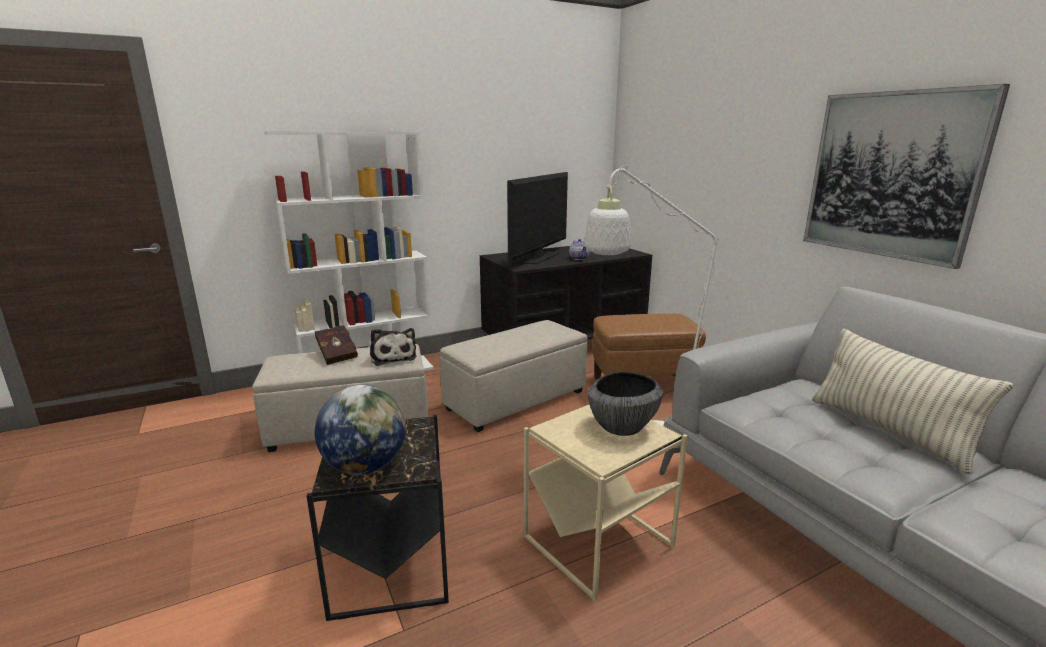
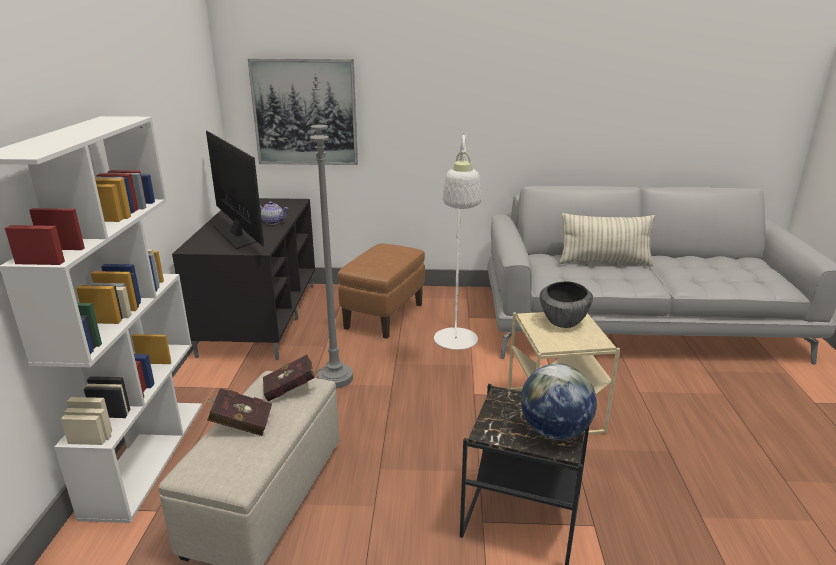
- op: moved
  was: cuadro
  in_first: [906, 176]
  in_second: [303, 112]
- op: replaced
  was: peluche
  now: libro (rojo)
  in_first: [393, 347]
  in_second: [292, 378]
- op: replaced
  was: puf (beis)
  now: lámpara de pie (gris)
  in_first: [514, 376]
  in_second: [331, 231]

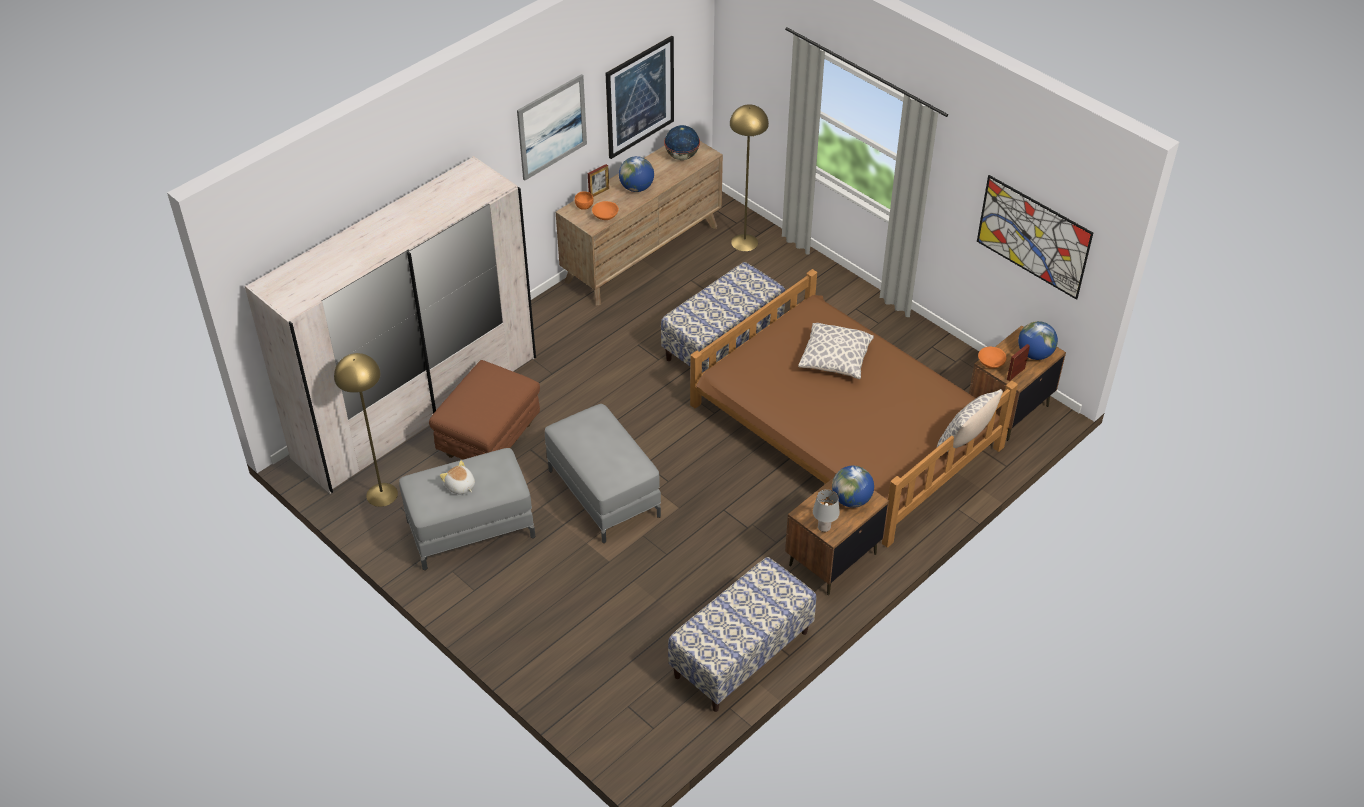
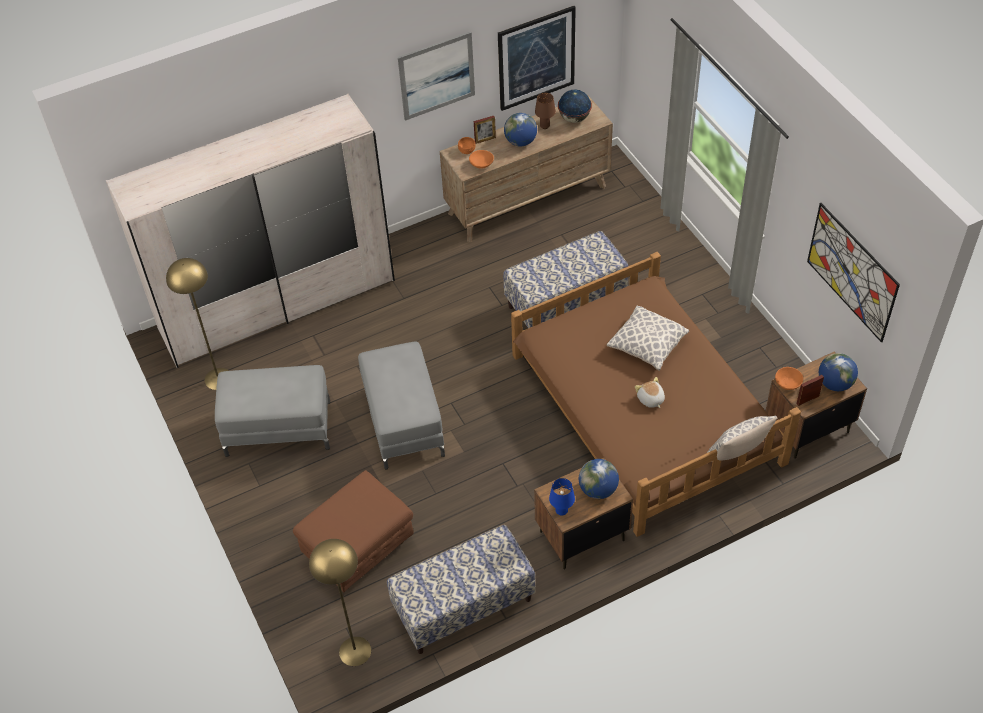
- op: added
  now: lámpara de mesa (marrón)
  in_second: [545, 111]
- op: moved
  was: puf (marrón)
  in_first: [484, 409]
  in_second: [353, 531]
- op: moved
  was: peluche
  in_first: [457, 478]
  in_second: [650, 392]
- op: moved
  was: lámpara de pie (amarillo)
  in_first: [749, 177]
  in_second: [340, 602]
- op: recoloured
  was: lámpara de mesa (gris)
  now: lámpara de mesa (azul)
  in_first: [826, 510]
  in_second: [562, 497]

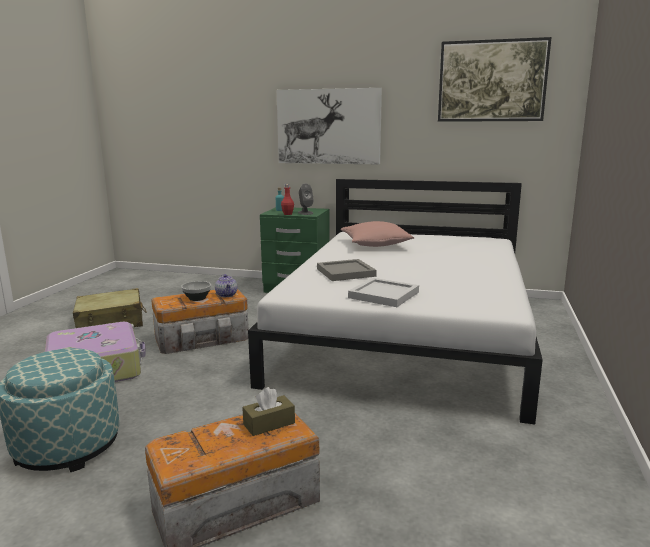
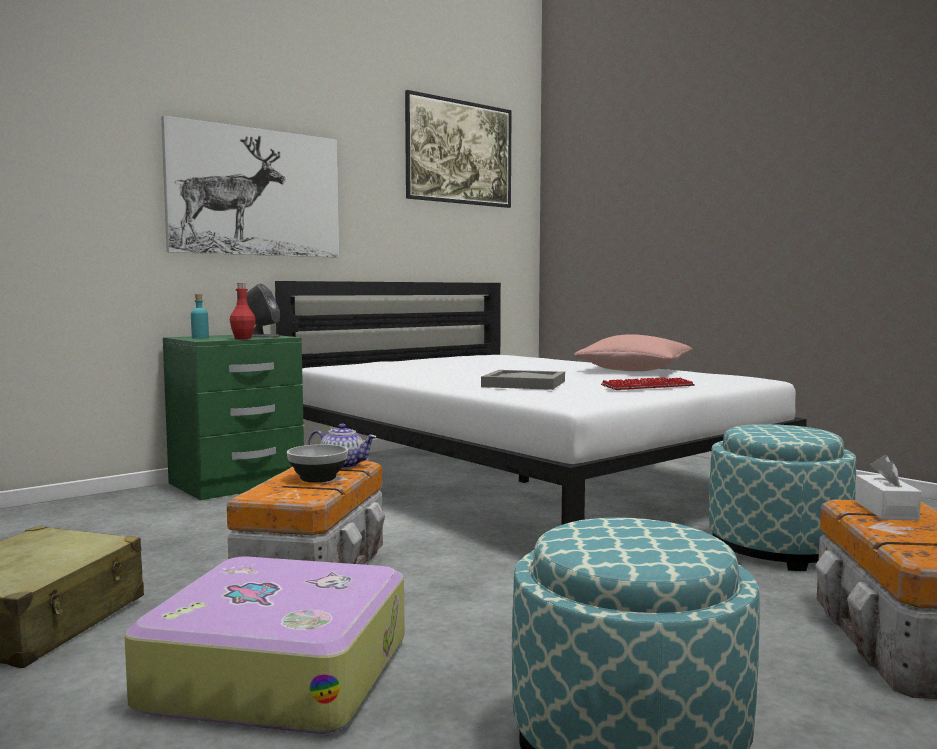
- op: added
  now: puf
  in_second: [782, 497]
- op: moved
  was: cojín (rosa)
  in_first: [377, 234]
  in_second: [633, 352]
- op: replaced
  was: bandeja (blanco)
  now: teclado
  in_first: [383, 292]
  in_second: [648, 383]
- op: recoloured
  was: caja de pañuelos (marrón)
  now: caja de pañuelos (blanco)
  in_first: [268, 411]
  in_second: [888, 487]

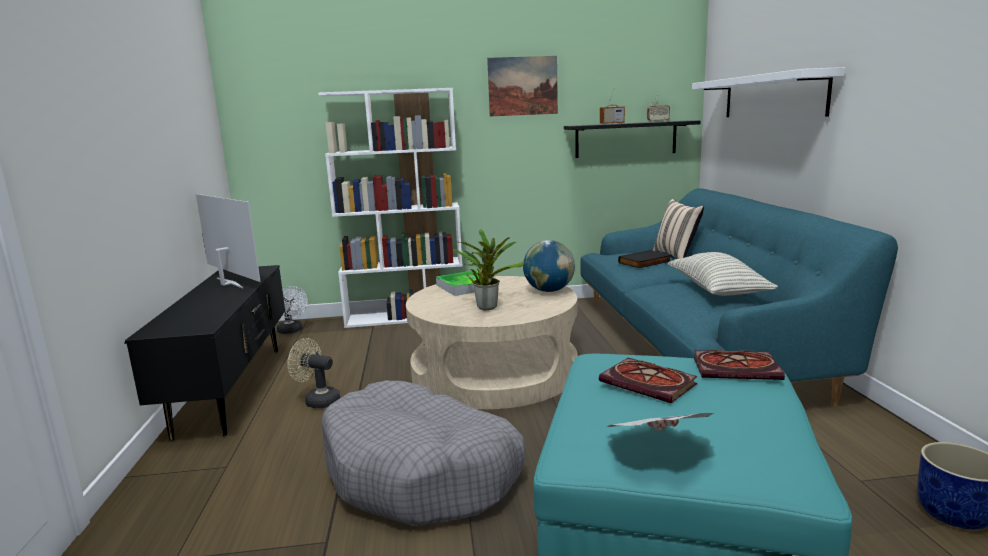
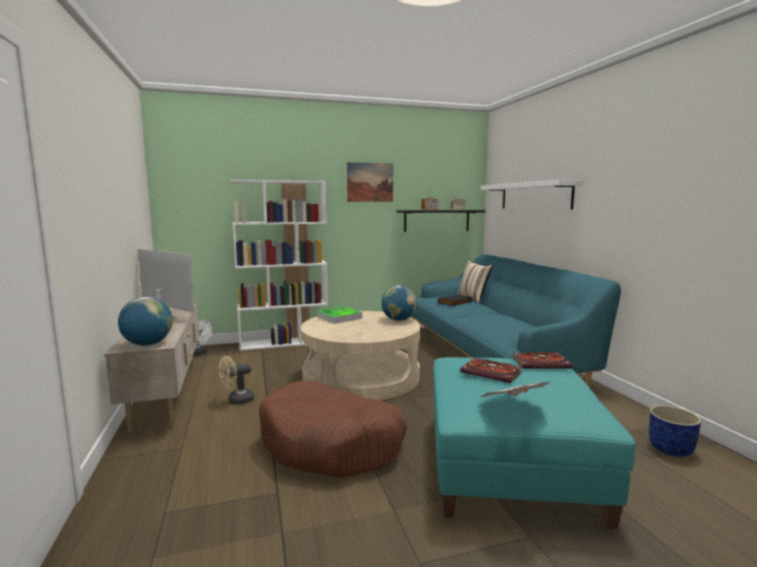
- op: removed
  was: planta en maceta
  in_first: [488, 269]
- op: removed
  was: cojín
  in_first: [723, 274]
- op: added
  now: globo terráqueo
  in_second: [145, 321]
- op: recoloured
  was: mueble de televisión (negro)
  now: mueble de televisión (beis)
  in_first: [204, 353]
  in_second: [151, 368]
- op: recoloured
  was: cama para perro (gris)
  now: cama para perro (marrón)
  in_first: [423, 453]
  in_second: [333, 429]
- op: turned
  was: ventilador (beis)
  in_first: [313, 373]
  in_second: [236, 380]
  clockwise: -45

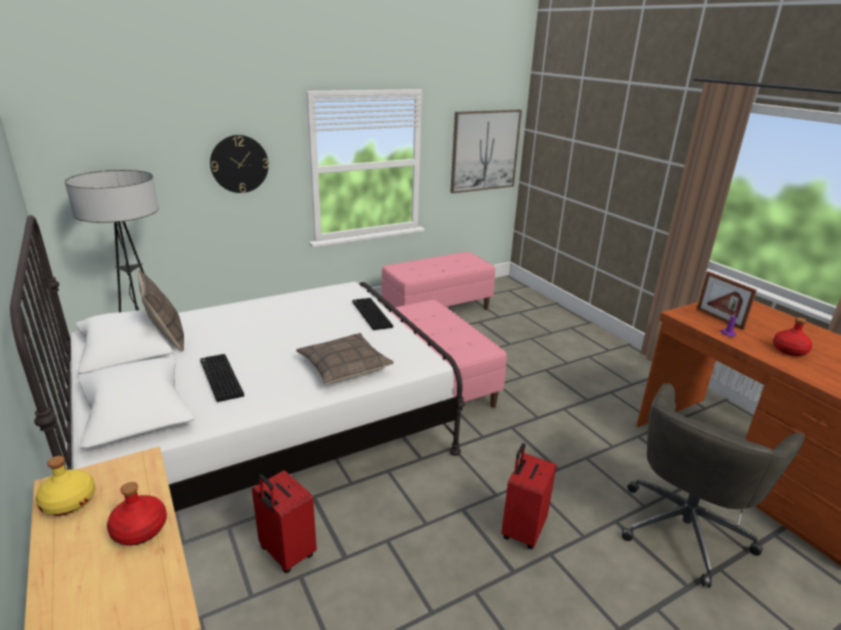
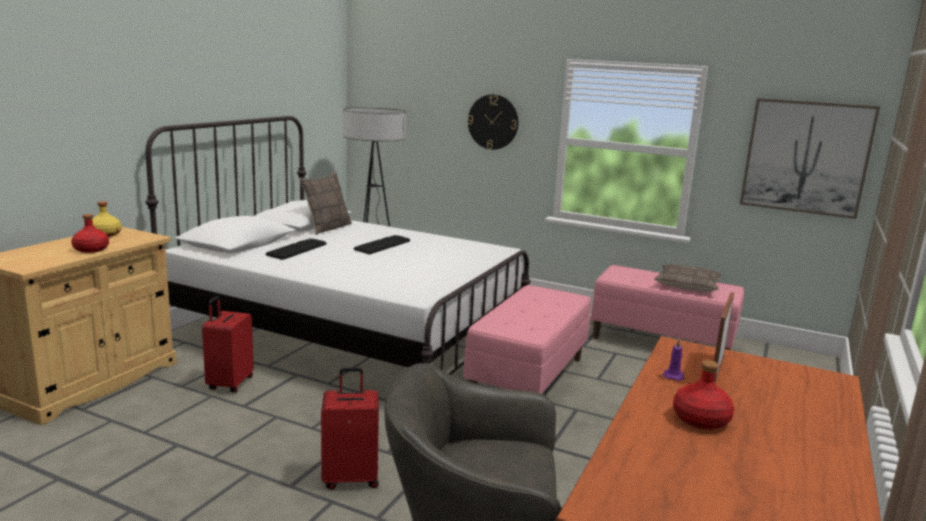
- op: moved
  was: cojín
  in_first: [345, 358]
  in_second: [688, 278]
- op: moved
  was: teclado
  in_first: [372, 314]
  in_second: [382, 245]

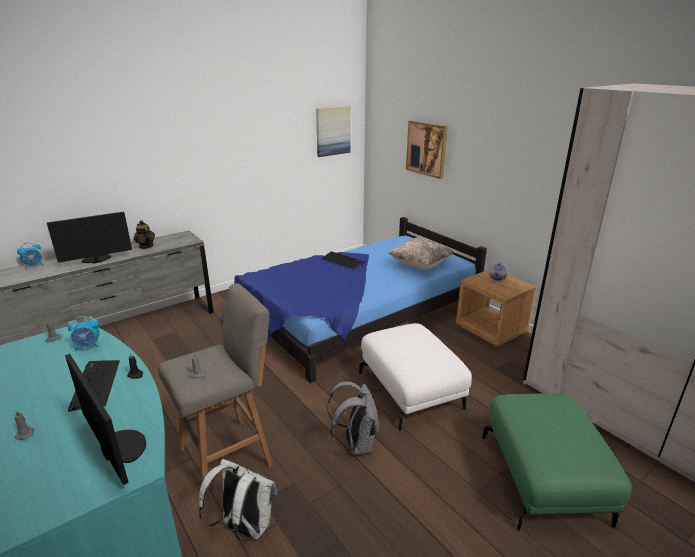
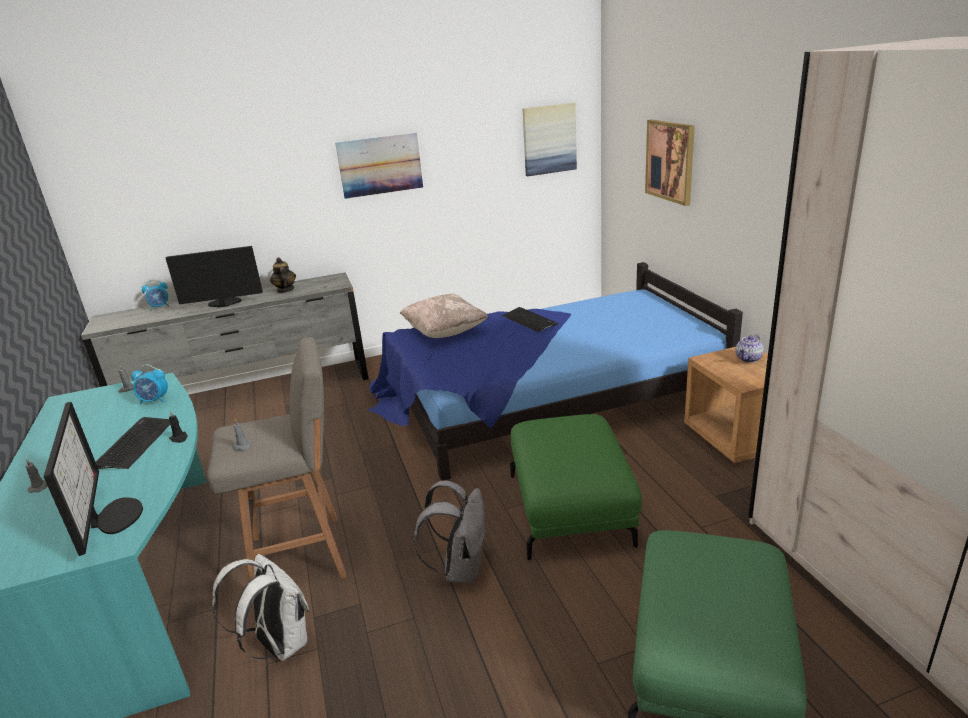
- op: added
  now: cuadro
  in_second: [379, 166]
- op: moved
  was: cojín (beis)
  in_first: [421, 253]
  in_second: [444, 315]
- op: recoloured
  was: puf (blanco)
  now: puf (verde)
  in_first: [415, 376]
  in_second: [576, 487]

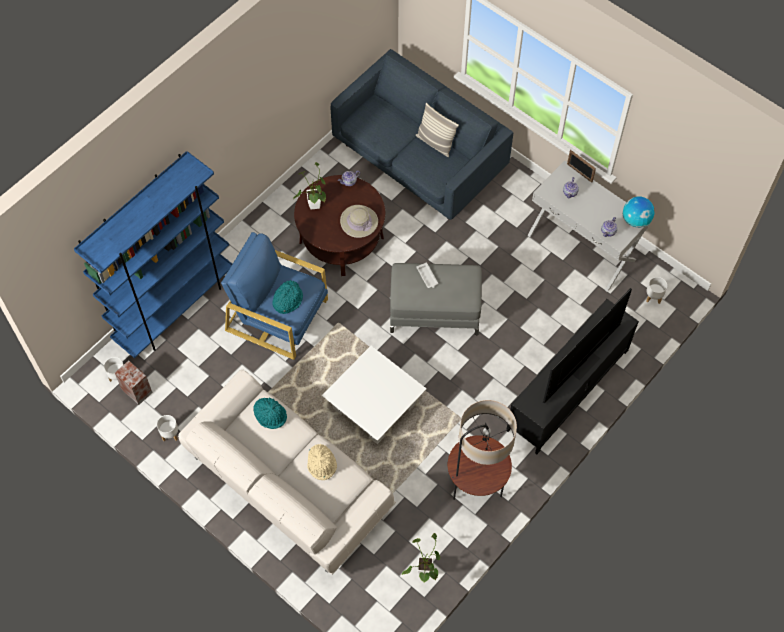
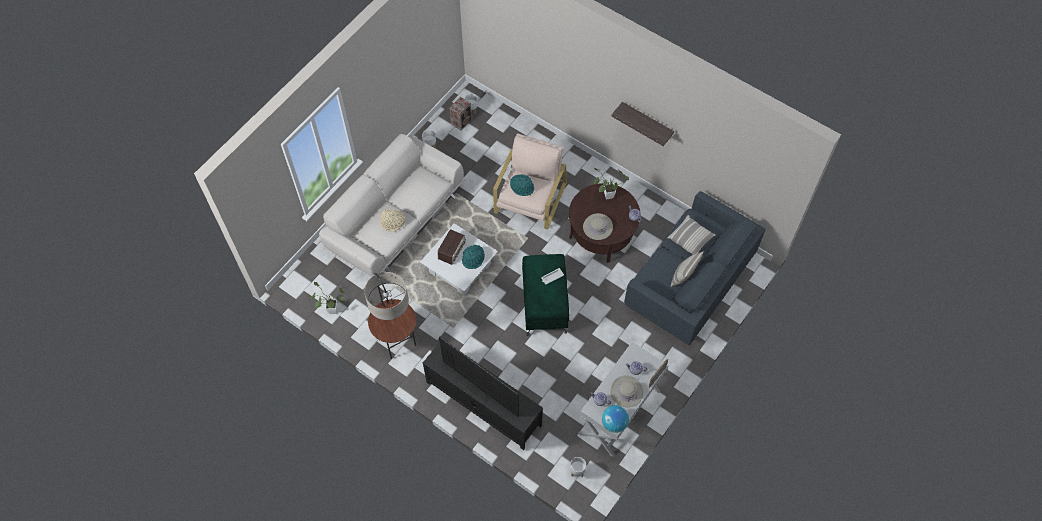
- op: removed
  was: estantería (azul)
  in_first: [153, 254]
- op: added
  now: radio
  in_second: [452, 247]
- op: added
  now: sombrero (beis)
  in_second: [627, 391]
- op: added
  now: estante
  in_second: [642, 124]
- op: added
  now: cojín
  in_second: [691, 235]
- op: moved
  was: sombrero (turquesa)
  in_first: [270, 413]
  in_second: [473, 257]
- op: recoloured
  was: sillón (azul)
  now: sillón (beis)
  in_first: [274, 296]
  in_second: [530, 182]
- op: recoloured
  was: puf (gris)
  now: puf (verde)
  in_first: [436, 299]
  in_second: [545, 295]

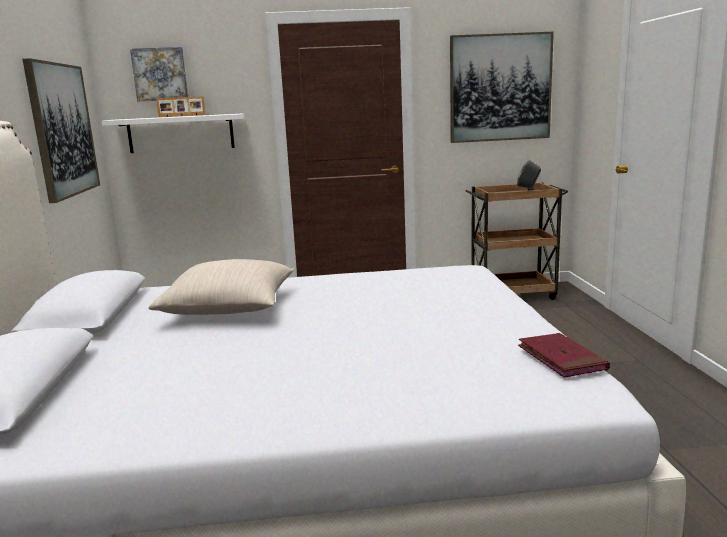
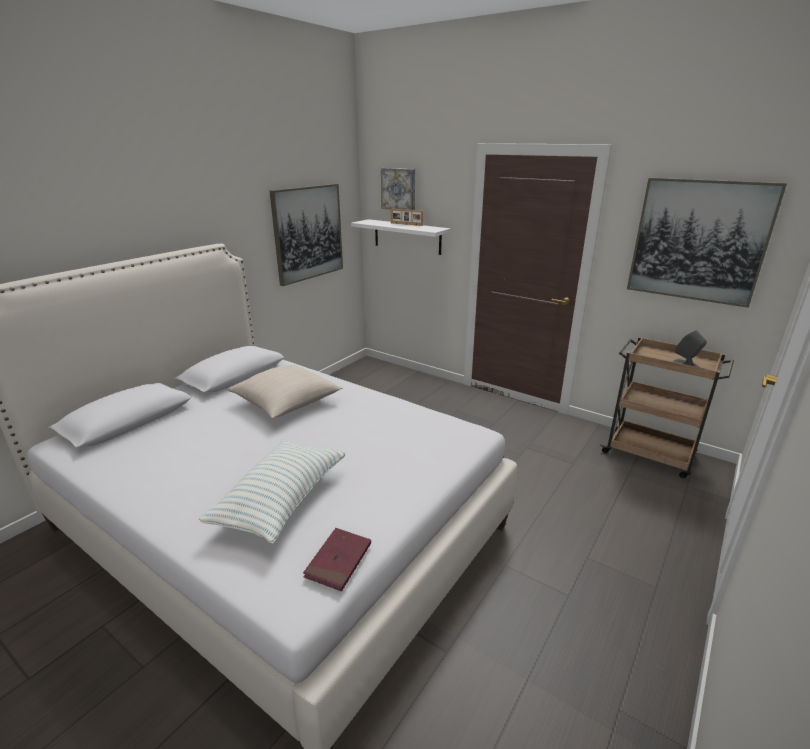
- op: added
  now: cojín
  in_second: [272, 492]

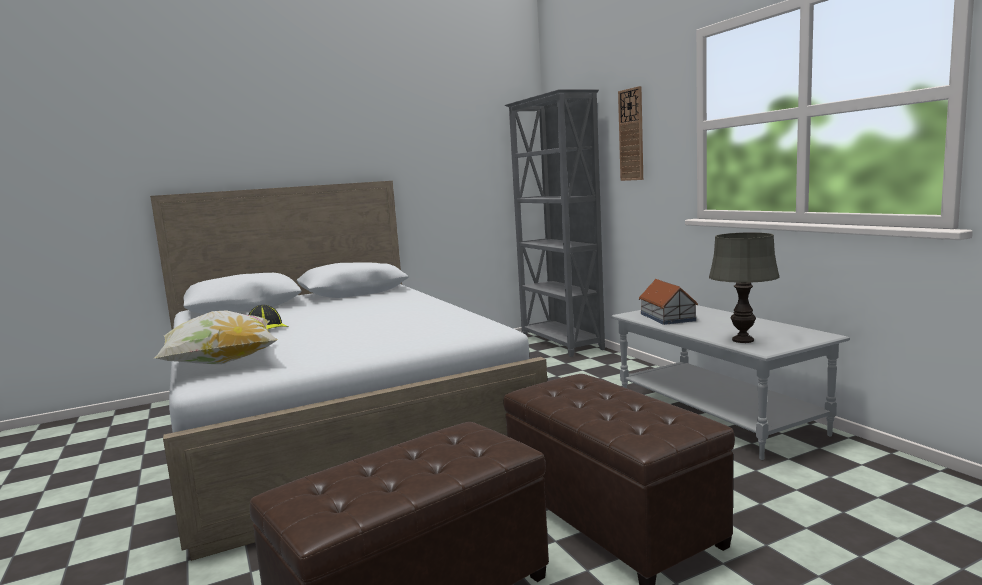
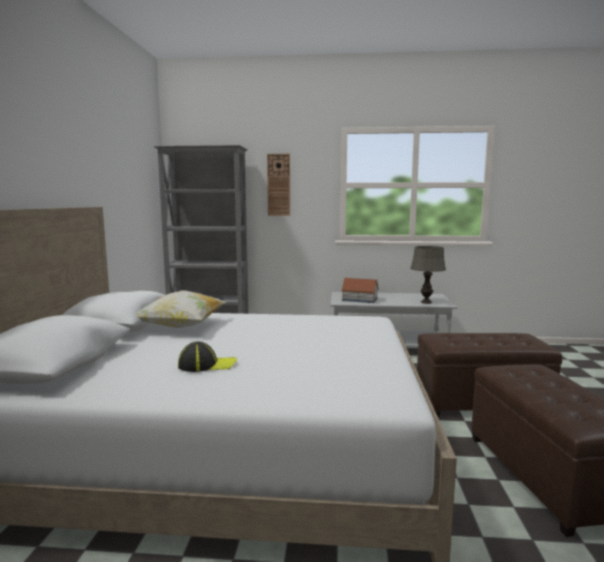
- op: moved
  was: cojín
  in_first: [215, 337]
  in_second: [181, 309]

